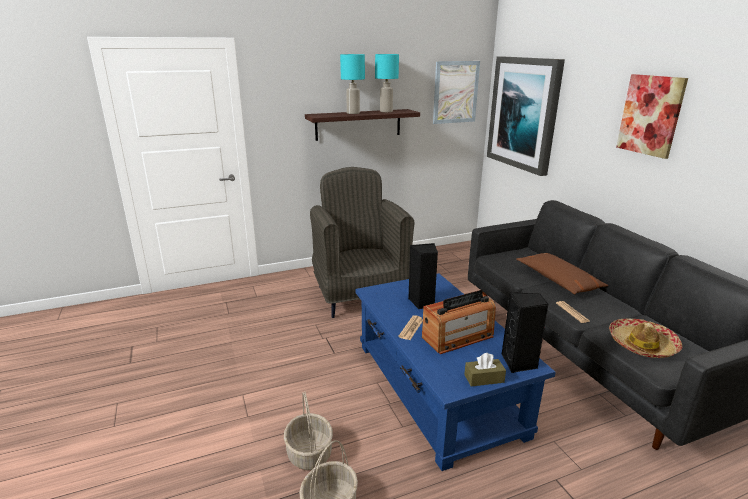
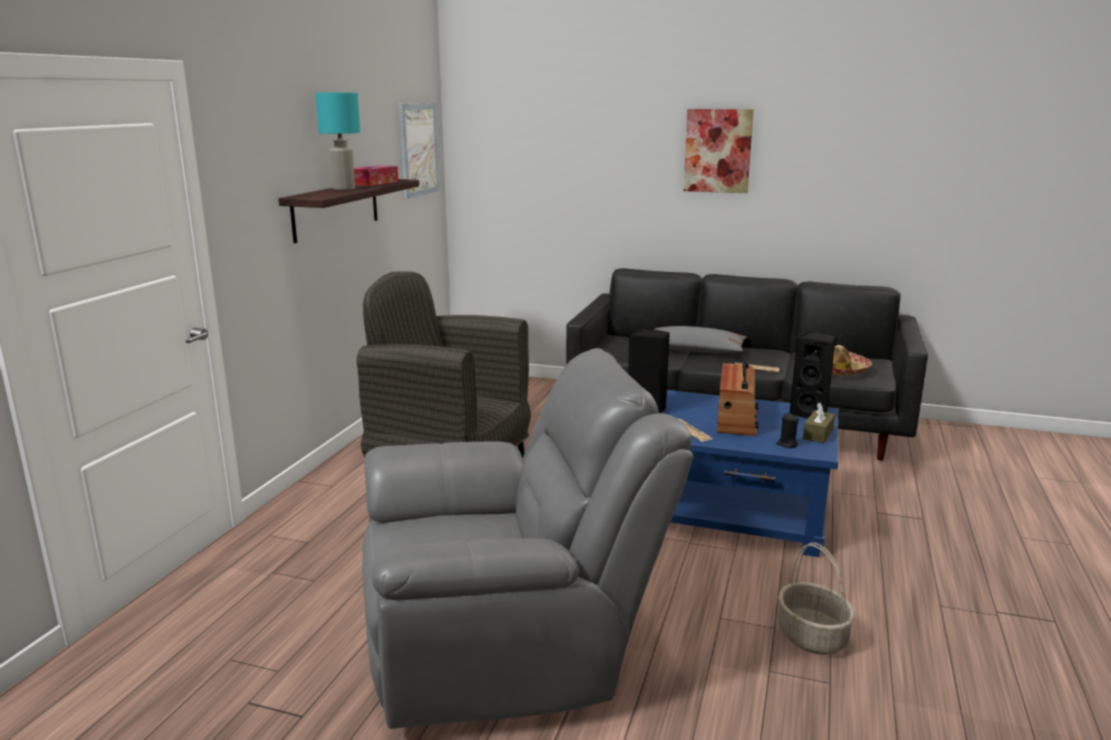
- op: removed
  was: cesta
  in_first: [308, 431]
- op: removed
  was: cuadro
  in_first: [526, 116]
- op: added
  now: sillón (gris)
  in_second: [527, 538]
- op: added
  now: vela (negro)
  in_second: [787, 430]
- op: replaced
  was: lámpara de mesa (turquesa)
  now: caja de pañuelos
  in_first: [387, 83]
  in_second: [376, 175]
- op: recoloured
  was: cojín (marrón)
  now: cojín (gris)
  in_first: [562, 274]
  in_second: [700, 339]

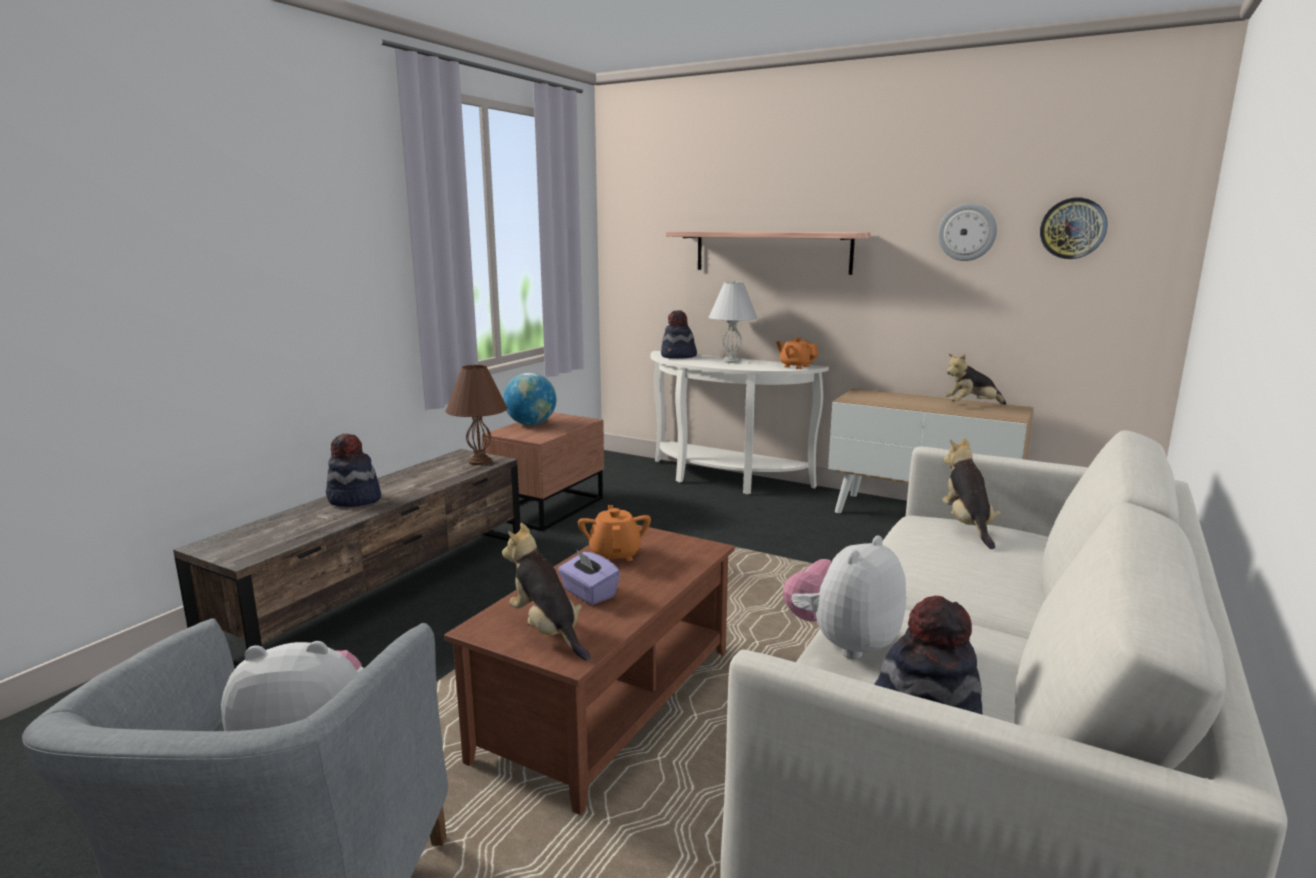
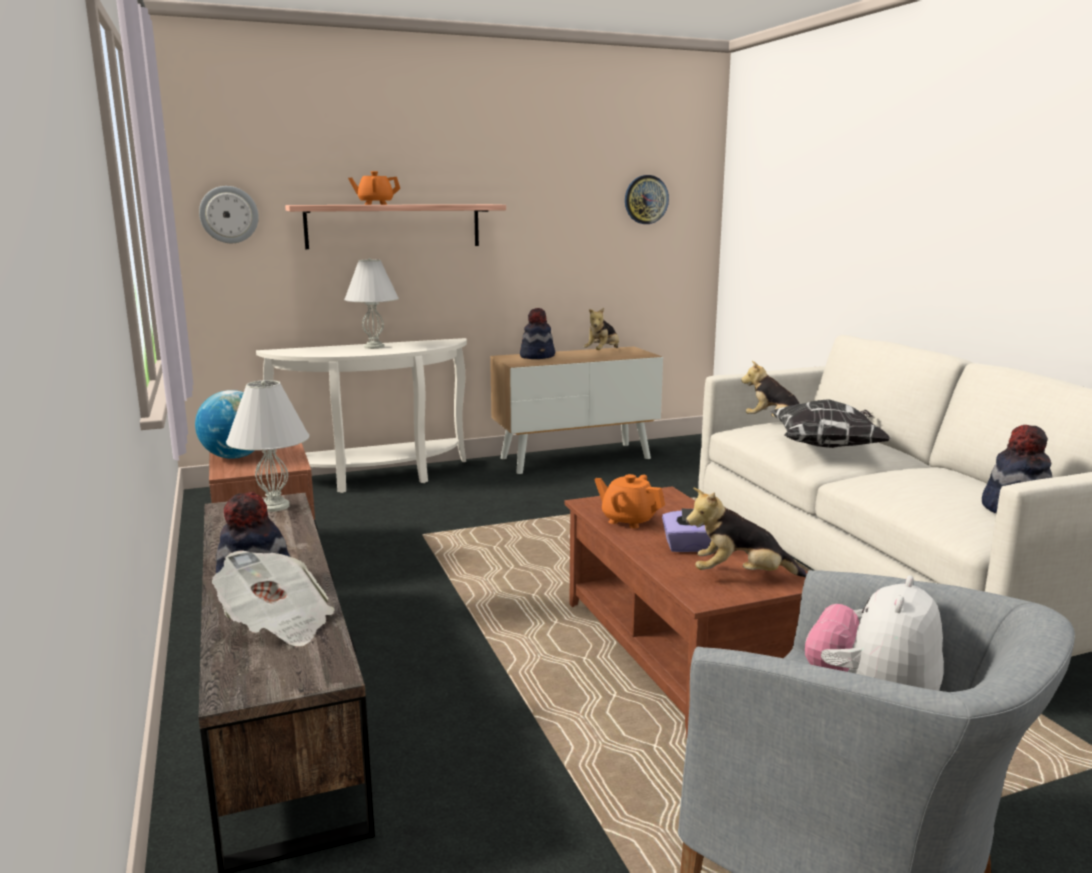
- op: removed
  was: peluche
  in_first: [844, 597]
- op: added
  now: periódico
  in_second: [273, 598]
- op: added
  now: cojín
  in_second: [830, 423]
- op: moved
  was: sombrero
  in_first: [679, 334]
  in_second: [537, 333]
- op: moved
  was: tetera (naranja)
  in_first: [797, 353]
  in_second: [374, 188]
- op: moved
  was: reloj de pared
  in_first: [967, 232]
  in_second: [229, 214]
- op: recoloured
  was: lámpara de mesa (marrón)
  now: lámpara de mesa (blanco)
  in_first: [476, 415]
  in_second: [267, 446]

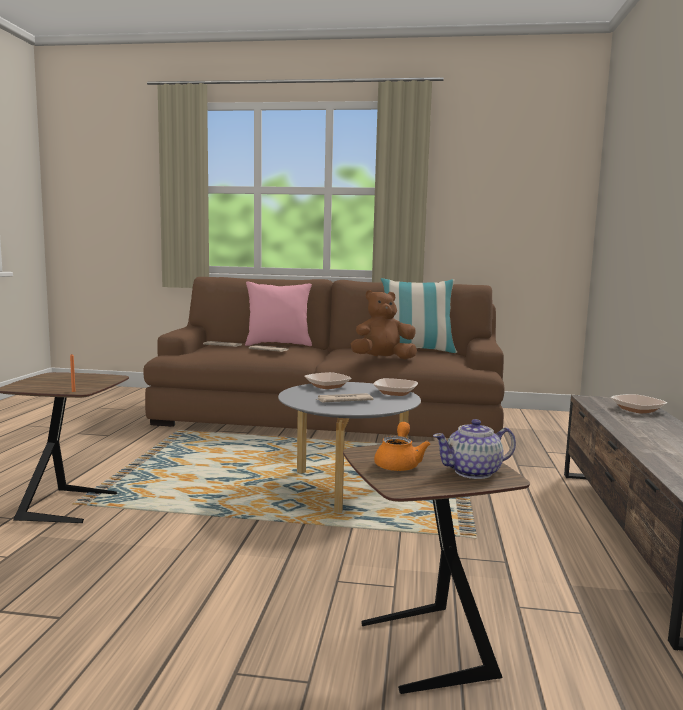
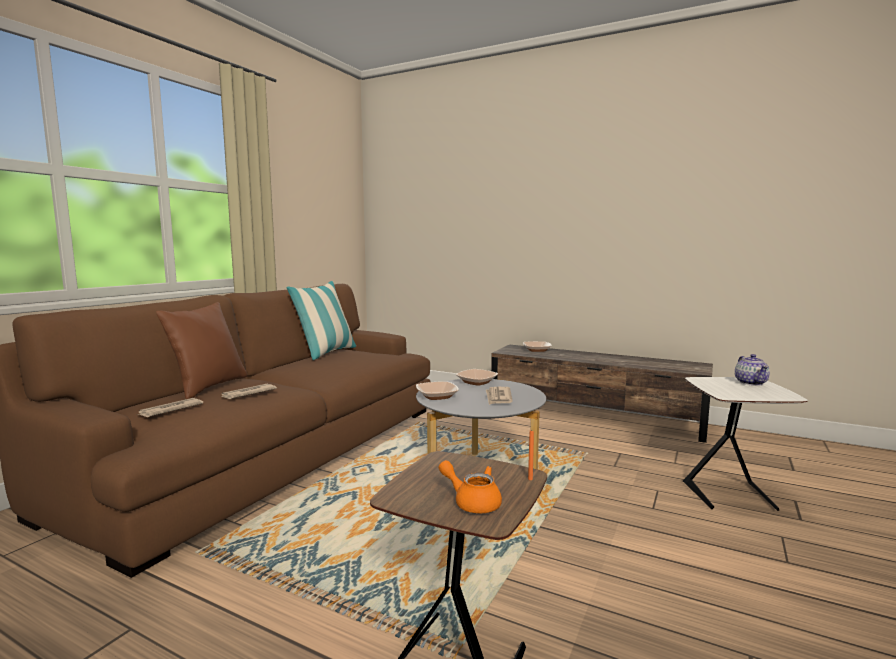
- op: removed
  was: peluche (marrón)
  in_first: [384, 324]
- op: moved
  was: tetera (naranja)
  in_first: [402, 446]
  in_second: [470, 486]
- op: recoloured
  was: cojín (rosa)
  now: cojín (marrón)
  in_first: [278, 314]
  in_second: [202, 350]
- op: recoloured
  was: mesa auxiliar (marrón)
  now: mesa auxiliar (blanco)
  in_first: [436, 567]
  in_second: [745, 444]

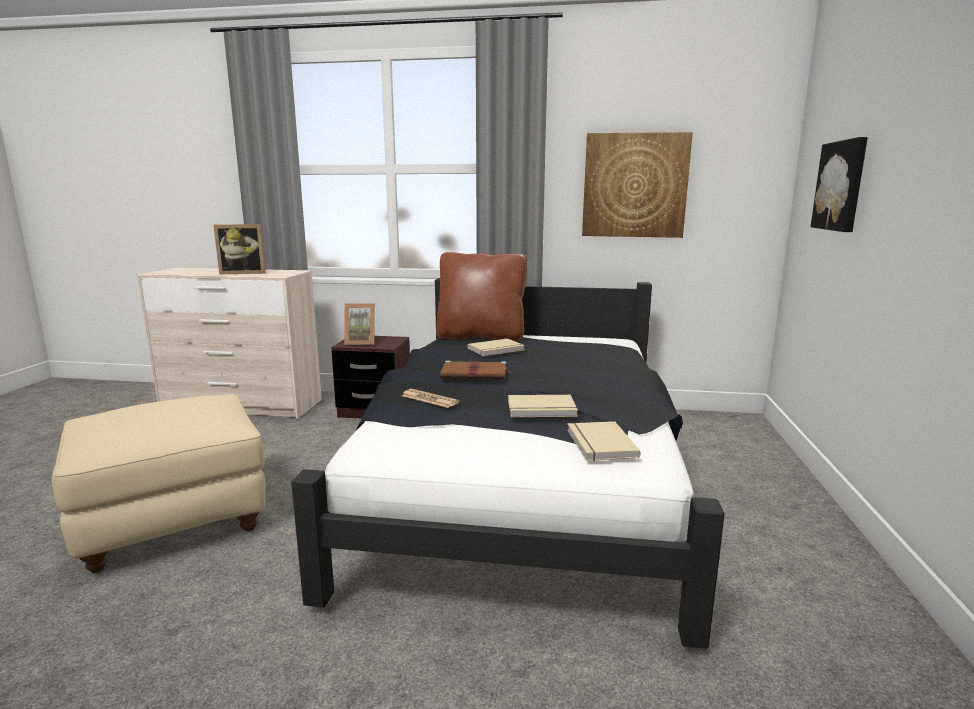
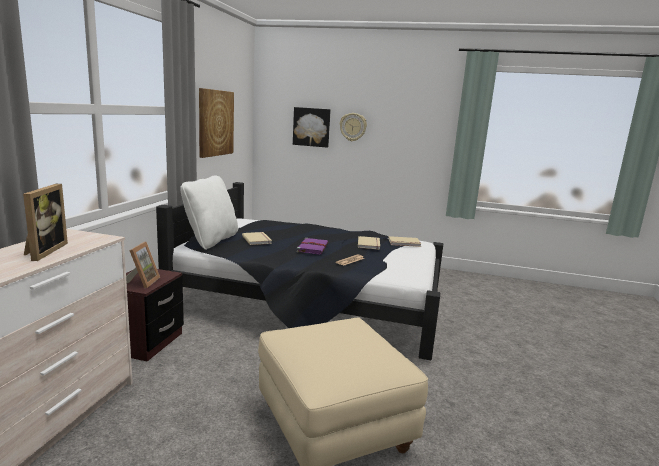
- op: added
  now: reloj de pared
  in_second: [353, 127]
- op: recoloured
  was: cojín (marrón)
  now: cojín (blanco)
  in_first: [481, 296]
  in_second: [209, 212]
- op: recoloured
  was: libro (marrón)
  now: libro (morado)
  in_first: [475, 370]
  in_second: [313, 246]

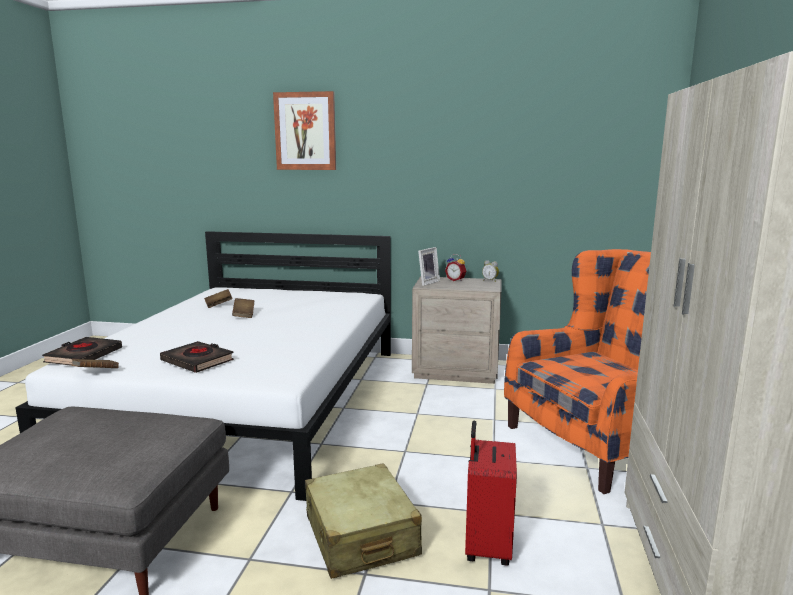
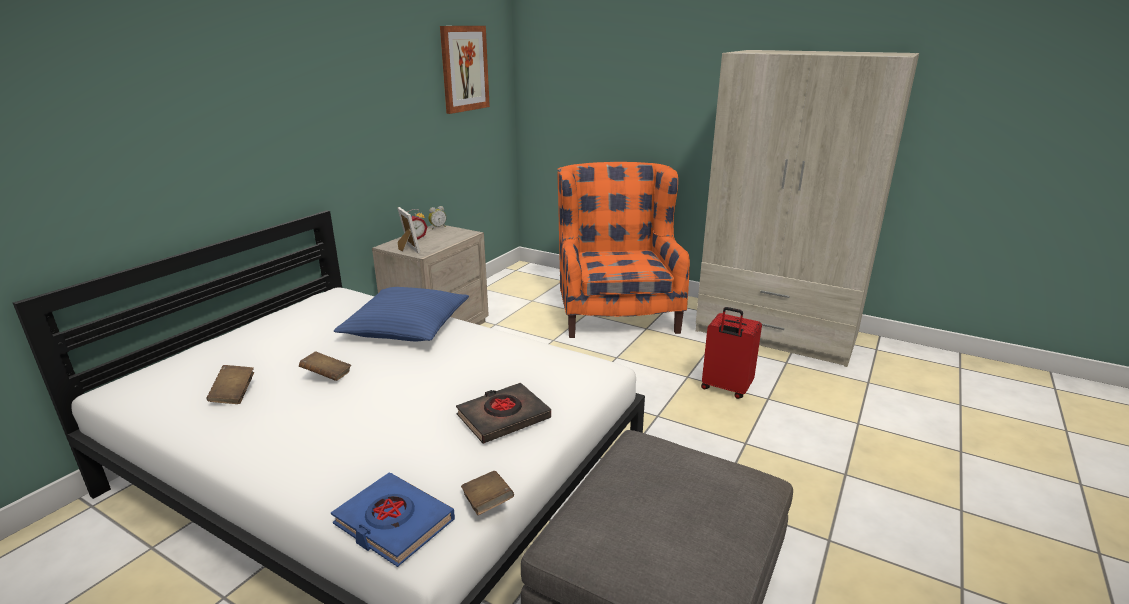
- op: removed
  was: maleta (beis)
  in_first: [363, 521]
- op: added
  now: cojín (azul)
  in_second: [401, 314]
- op: moved
  was: cuadro
  in_first: [304, 130]
  in_second: [465, 70]
- op: recoloured
  was: libro (negro)
  now: libro (azul)
  in_first: [82, 351]
  in_second: [393, 519]

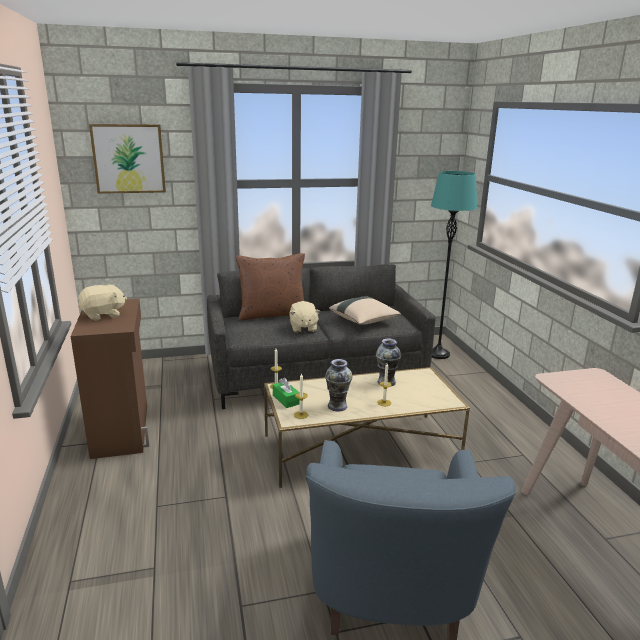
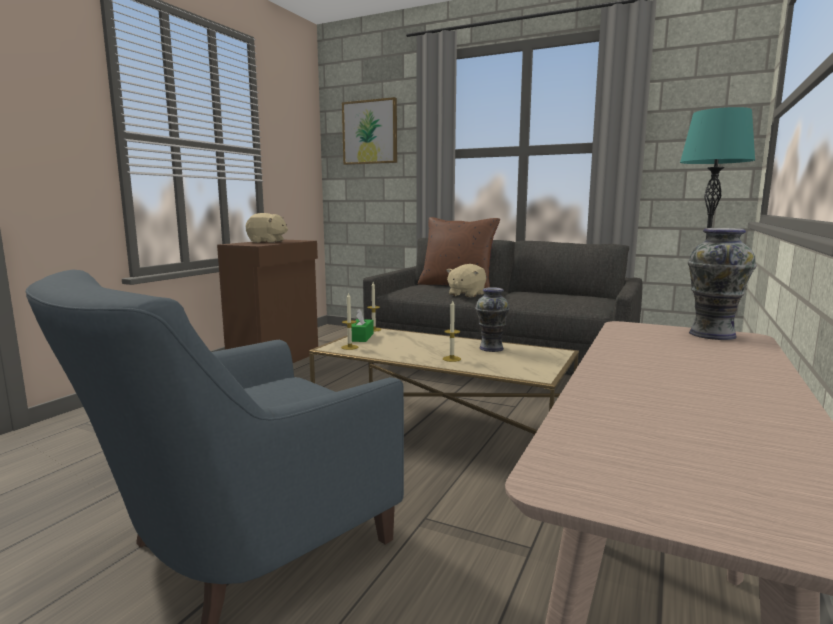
- op: removed
  was: cojín (beis)
  in_first: [365, 311]
- op: moved
  was: florero
  in_first: [339, 385]
  in_second: [722, 284]

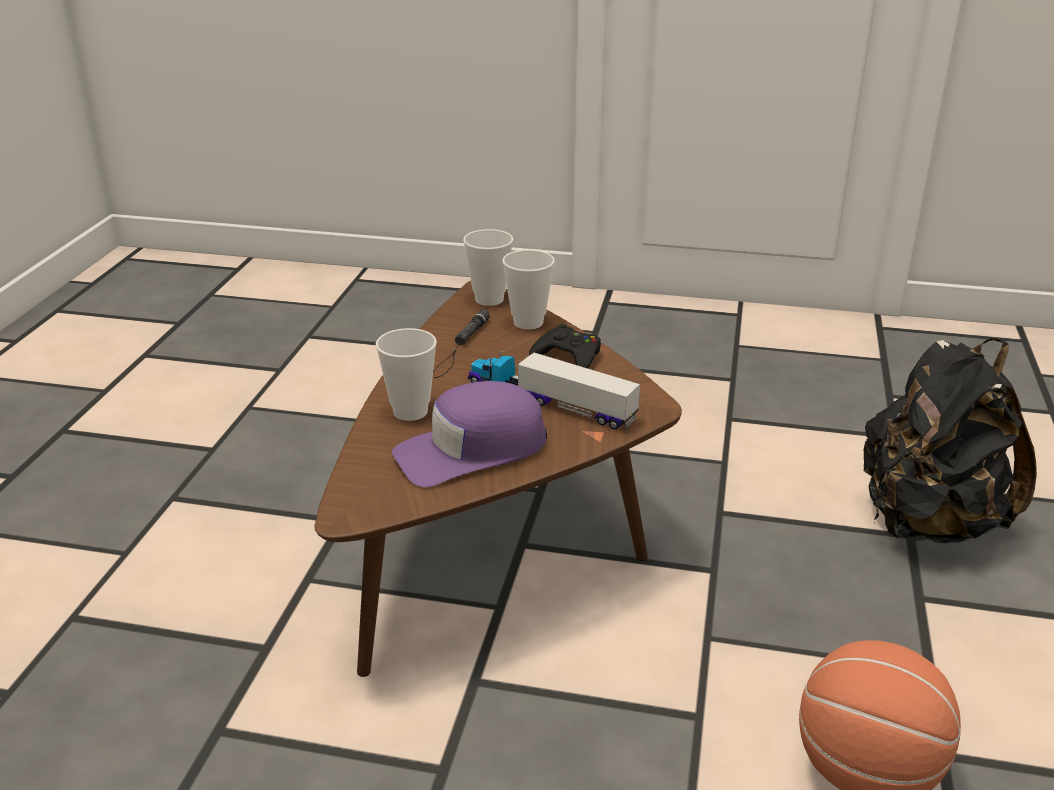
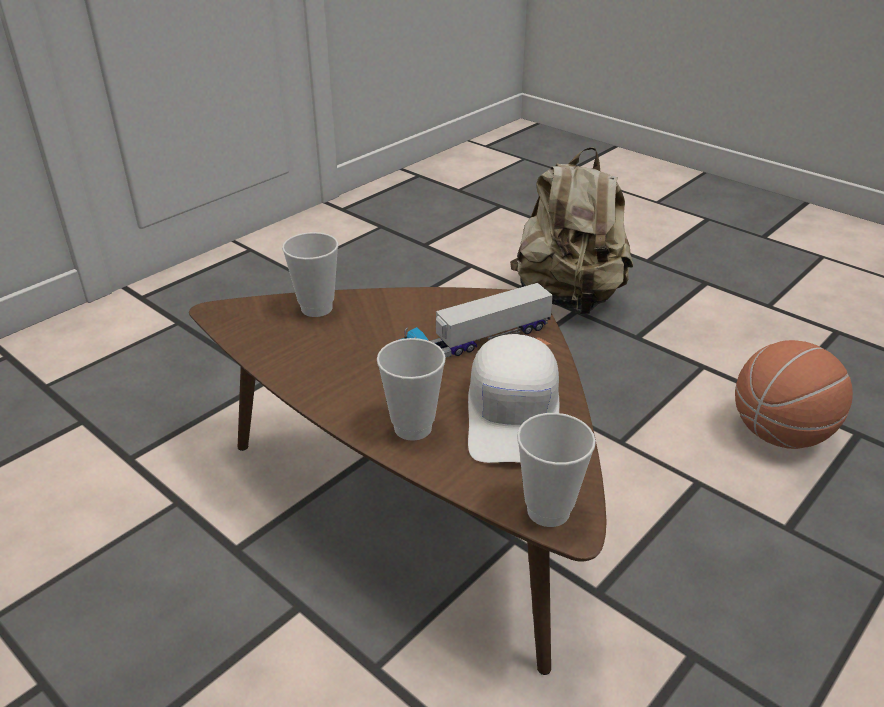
- op: removed
  was: linterna (negro)
  in_first: [461, 343]
- op: removed
  was: mando de consola (negro)
  in_first: [565, 346]
- op: moved
  was: taza
  in_first: [488, 267]
  in_second: [556, 470]
- op: recoloured
  was: gorra (morado)
  now: gorra (blanco)
  in_first: [469, 434]
  in_second: [513, 398]
- op: recoloured
  was: mochila (negro)
  now: mochila (beis)
  in_first: [950, 440]
  in_second: [571, 230]

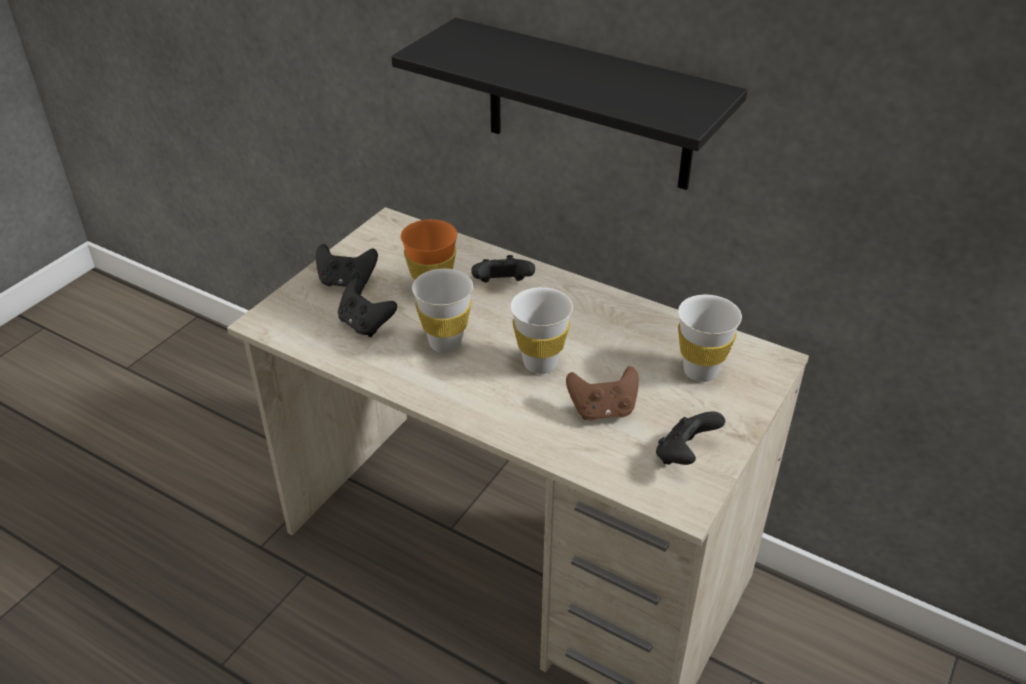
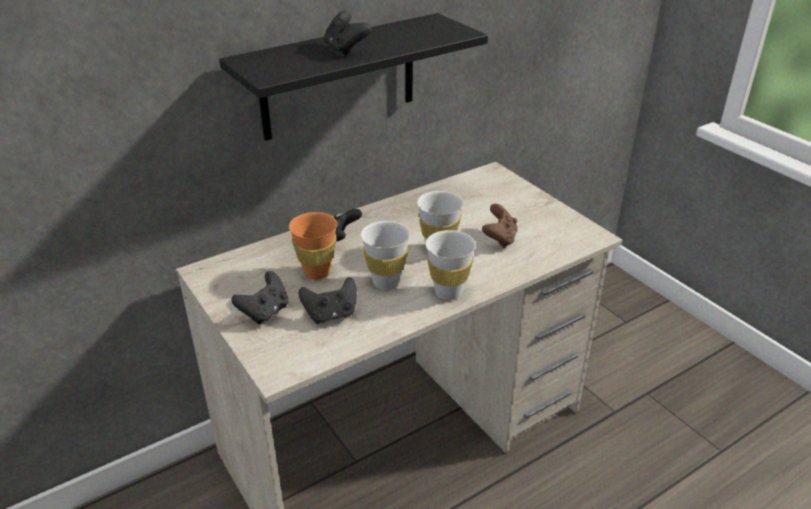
- op: moved
  was: mando de consola (negro)
  in_first: [690, 438]
  in_second: [347, 33]
- op: moved
  was: taza (blanco)
  in_first: [710, 338]
  in_second: [450, 265]

